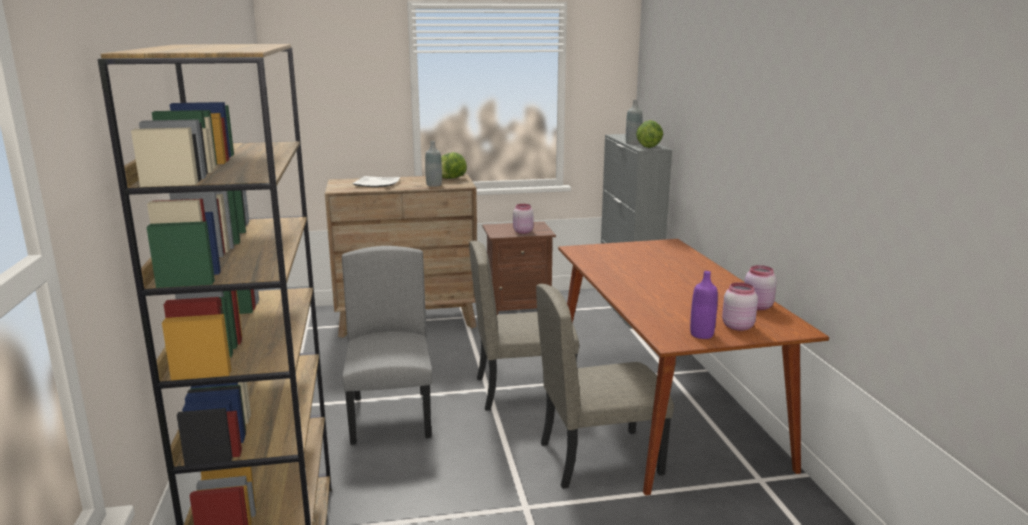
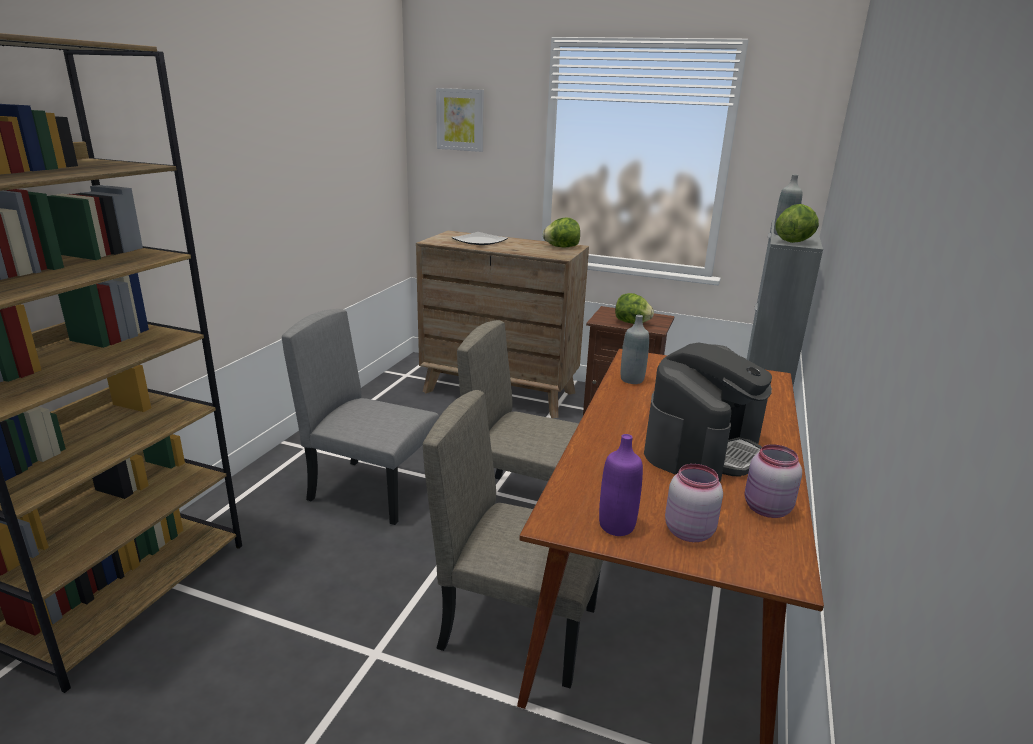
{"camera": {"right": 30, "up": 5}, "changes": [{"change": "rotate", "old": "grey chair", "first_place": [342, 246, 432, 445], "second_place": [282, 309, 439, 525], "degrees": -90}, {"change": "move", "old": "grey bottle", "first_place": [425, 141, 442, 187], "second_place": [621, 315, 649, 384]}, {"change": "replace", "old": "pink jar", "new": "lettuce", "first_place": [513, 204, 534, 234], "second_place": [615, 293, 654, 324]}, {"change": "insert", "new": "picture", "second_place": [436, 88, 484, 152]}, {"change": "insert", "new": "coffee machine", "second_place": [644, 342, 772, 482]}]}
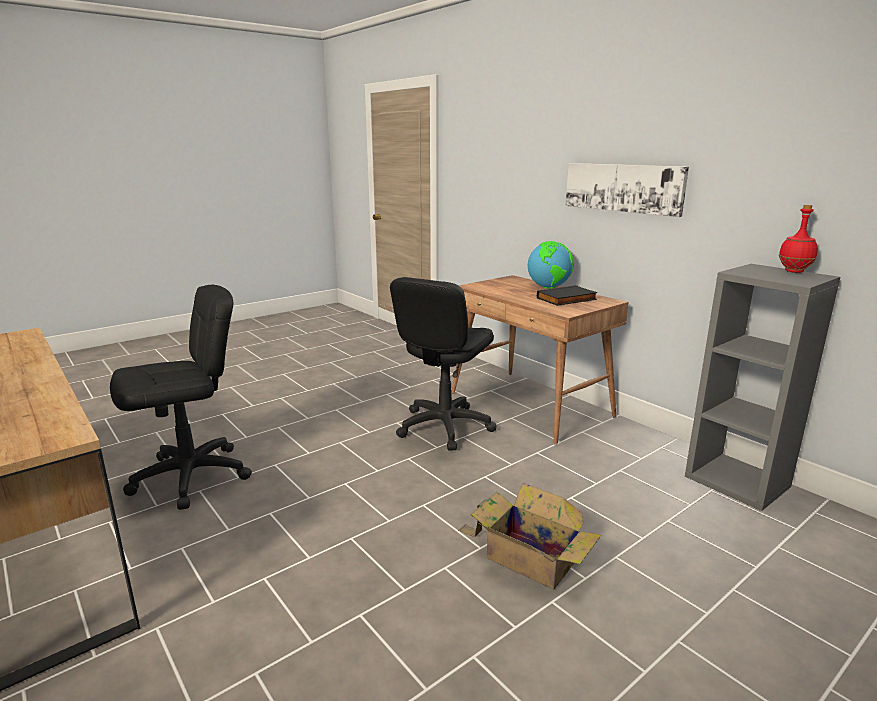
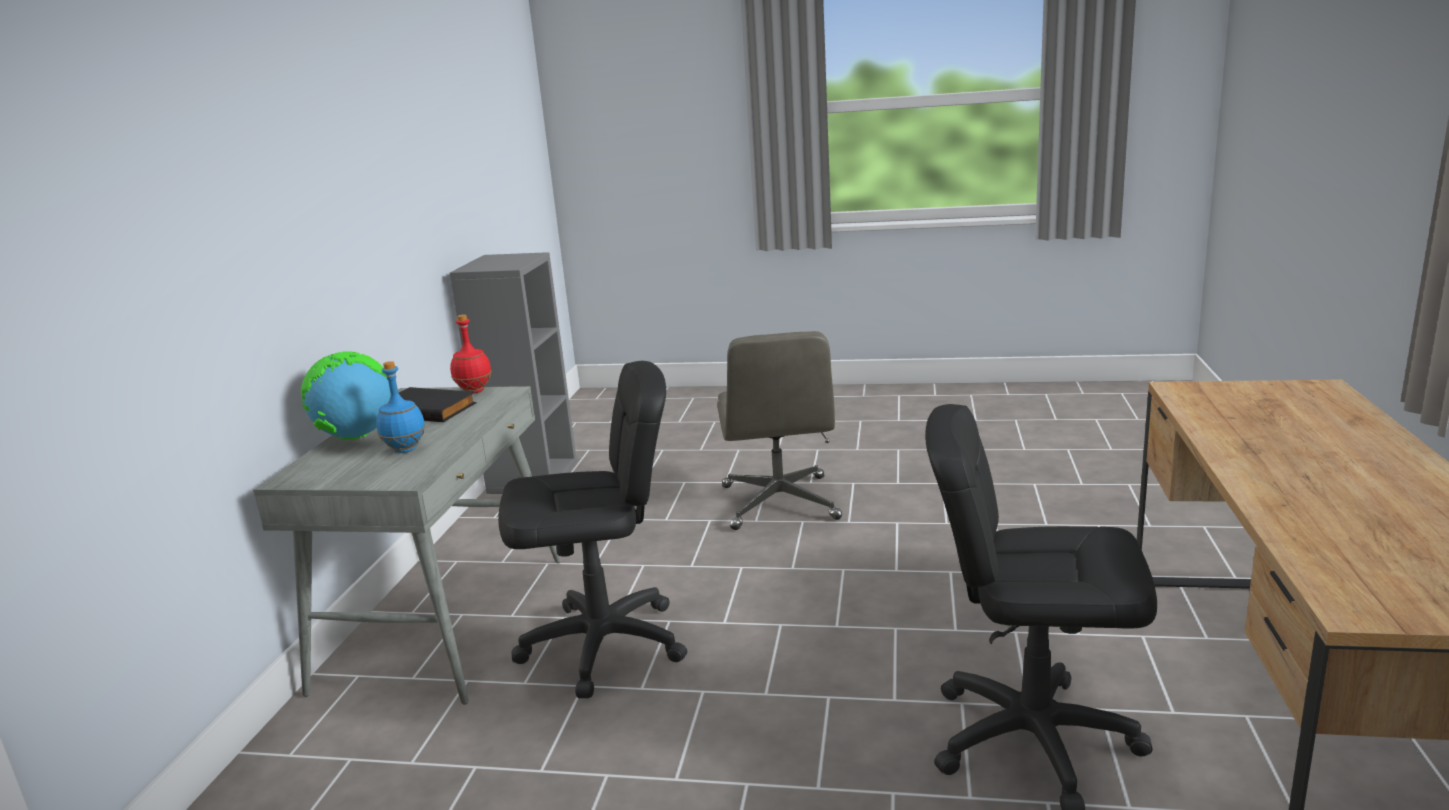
{"camera": {"right": -130, "up": 0}, "changes": [{"change": "recolor", "old": "brown desk", "new": "grey desk", "first_place": [451, 275, 629, 445], "second_place": [253, 386, 561, 705]}, {"change": "replace", "old": "cardboard box", "new": "grey office chair", "first_place": [458, 483, 601, 589], "second_place": [717, 331, 842, 530]}, {"change": "delete", "old": "picture", "first_place": [566, 163, 689, 217]}, {"change": "move", "old": "red bottle", "first_place": [779, 205, 818, 273], "second_place": [450, 314, 492, 393]}, {"change": "insert", "new": "blue bottle", "second_place": [376, 361, 426, 453]}]}
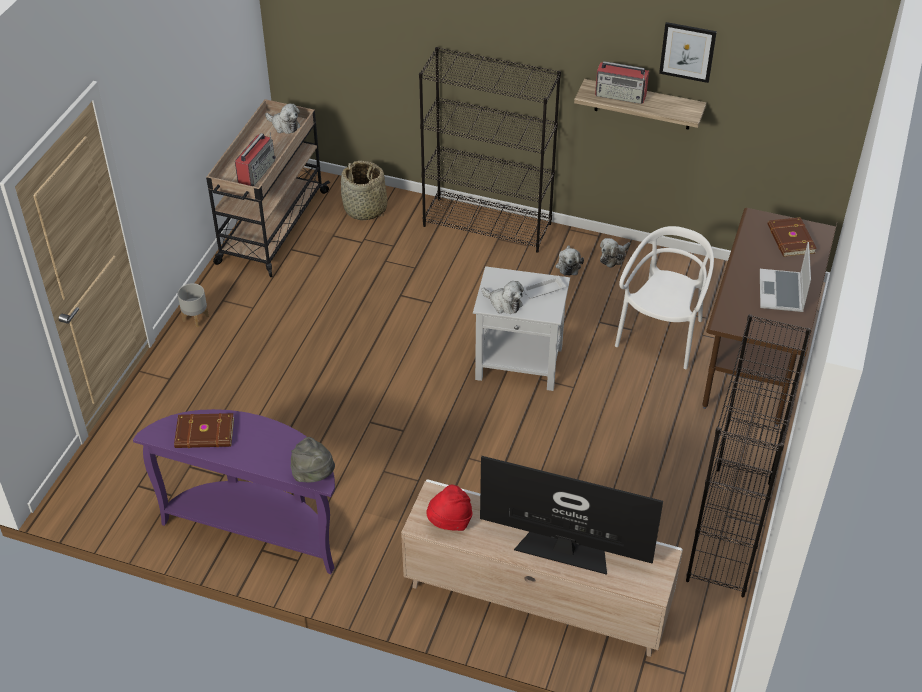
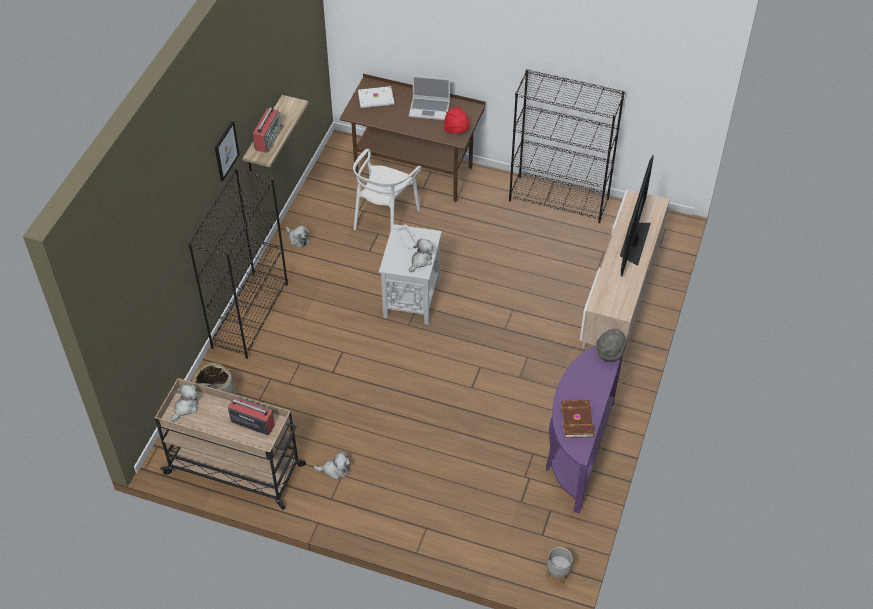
{"camera": {"right": -90, "up": 5}, "changes": [{"change": "move", "old": "grey planter", "first_place": [178, 283, 209, 327], "second_place": [546, 547, 572, 584]}, {"change": "move", "old": "red hat", "first_place": [426, 485, 473, 531], "second_place": [444, 107, 470, 133]}, {"change": "move", "old": "plush toy", "first_place": [556, 245, 584, 275], "second_place": [314, 452, 351, 480]}, {"change": "rotate", "old": "white chair", "first_place": [615, 226, 714, 369], "second_place": [353, 149, 421, 232], "degrees": -90}, {"change": "move", "old": "picture", "first_place": [659, 22, 717, 83], "second_place": [215, 121, 240, 181]}, {"change": "recolor", "old": "brown book", "new": "white book", "first_place": [768, 217, 817, 257], "second_place": [358, 86, 394, 108]}]}
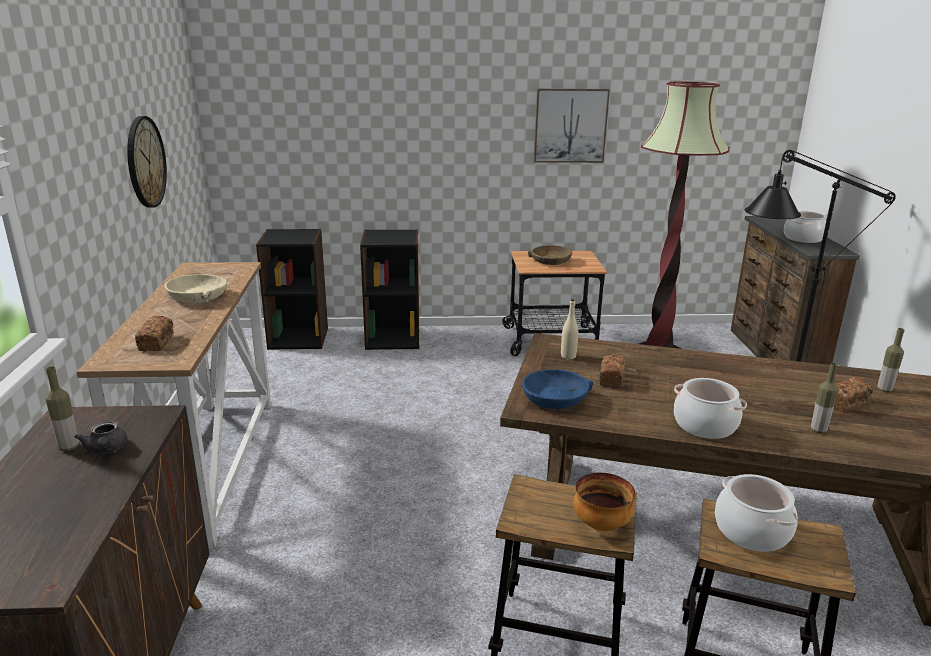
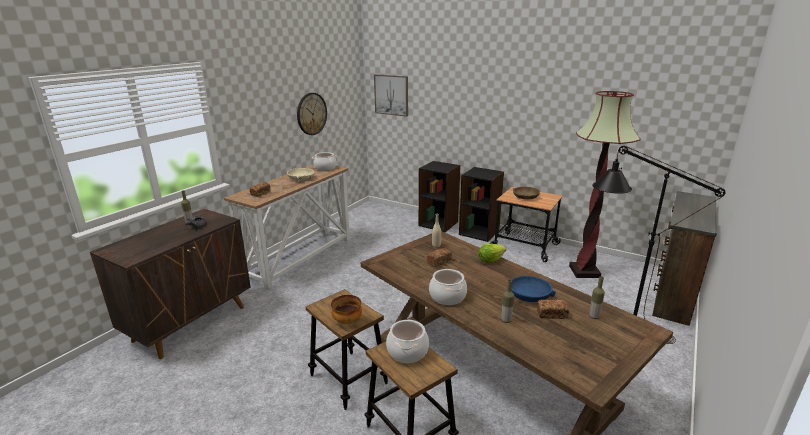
{"camera": {"right": 35, "up": 0}, "changes": [{"change": "move", "old": "black bookcase", "first_place": [256, 229, 328, 350], "second_place": [459, 167, 504, 242]}, {"change": "move", "old": "blue bowl", "first_place": [522, 369, 593, 409], "second_place": [511, 276, 556, 302]}, {"change": "move", "old": "picture", "first_place": [533, 88, 610, 163], "second_place": [374, 74, 408, 117]}, {"change": "move", "old": "cooking pot", "first_place": [784, 211, 826, 243], "second_place": [312, 152, 337, 171]}, {"change": "insert", "new": "lettuce", "second_place": [478, 244, 506, 263]}]}
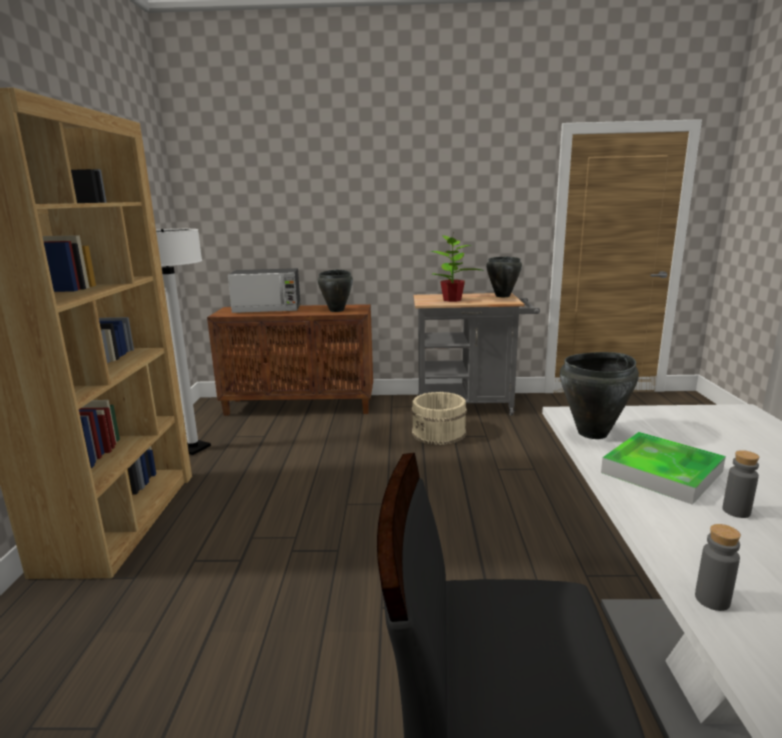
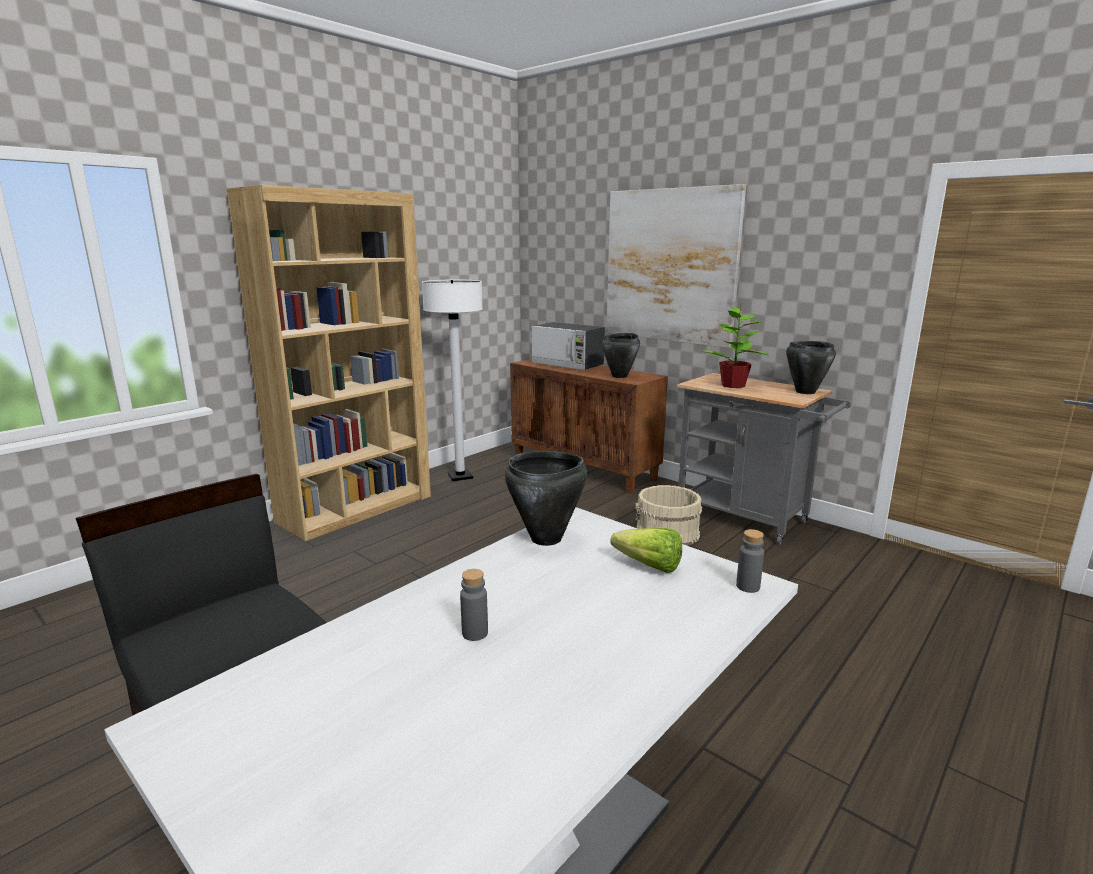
{"camera": {"right": 40, "up": 0}, "changes": [{"change": "delete", "old": "tray", "first_place": [601, 432, 726, 505]}, {"change": "move", "old": "grey bottle", "first_place": [695, 524, 741, 611], "second_place": [736, 529, 764, 593]}, {"change": "insert", "new": "picture", "second_place": [606, 184, 746, 348]}, {"change": "insert", "new": "lettuce", "second_place": [611, 527, 682, 573]}]}
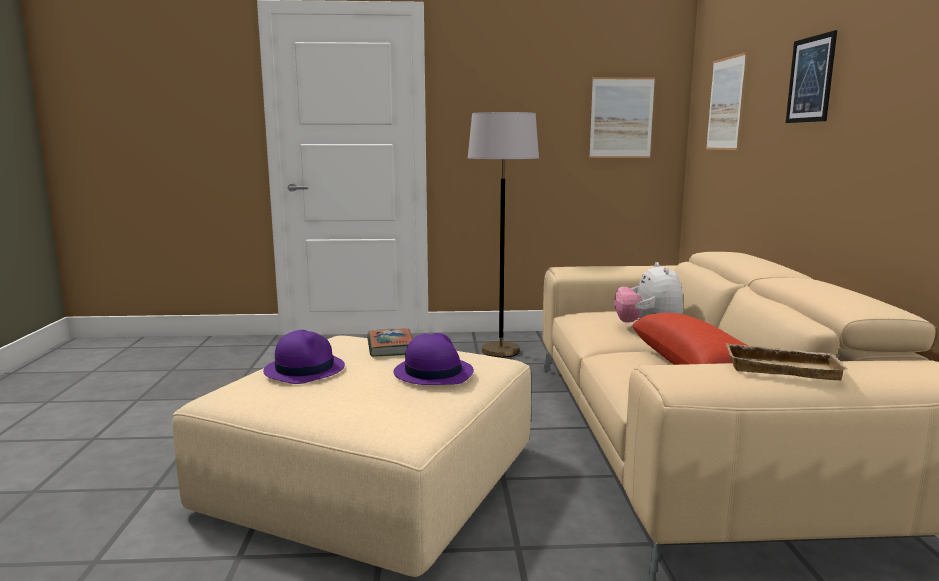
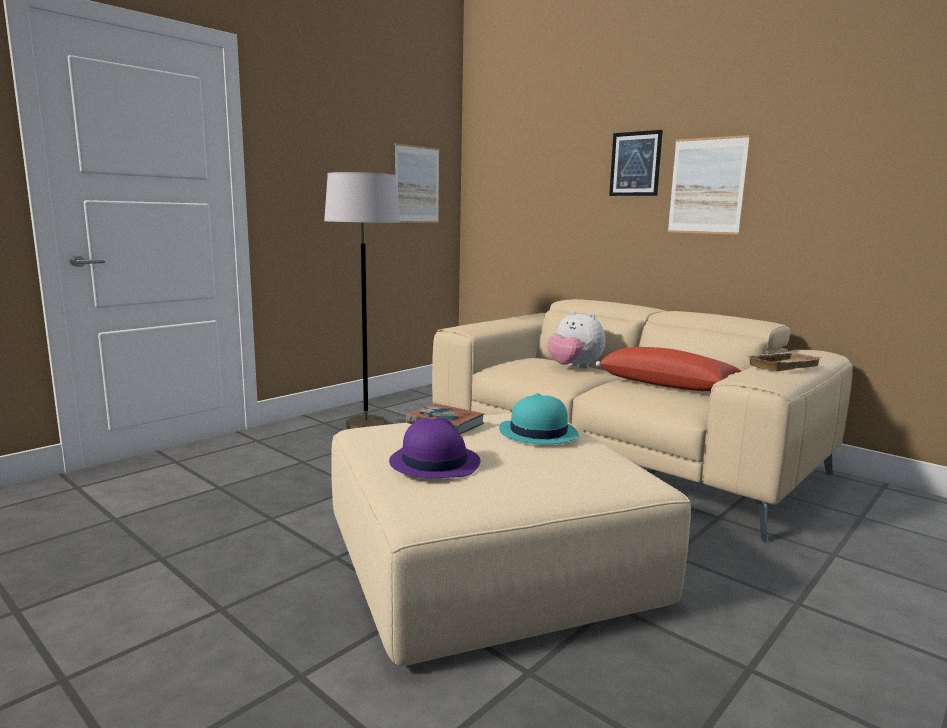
{"camera": {"right": -45, "up": 0}, "changes": [{"change": "recolor", "old": "purple hat", "new": "turquoise hat", "first_place": [393, 333, 474, 385], "second_place": [499, 393, 579, 444]}, {"change": "move", "old": "picture", "first_place": [706, 53, 746, 150], "second_place": [668, 135, 750, 235]}]}
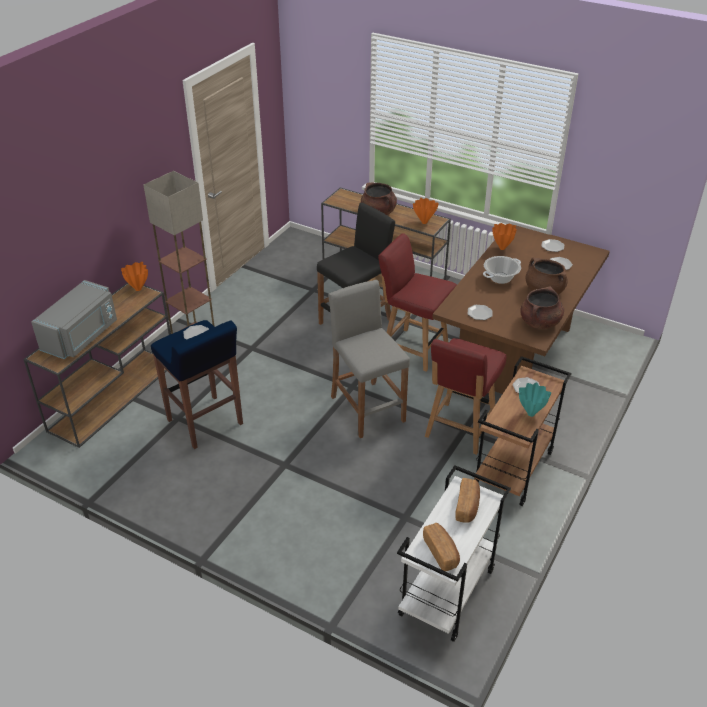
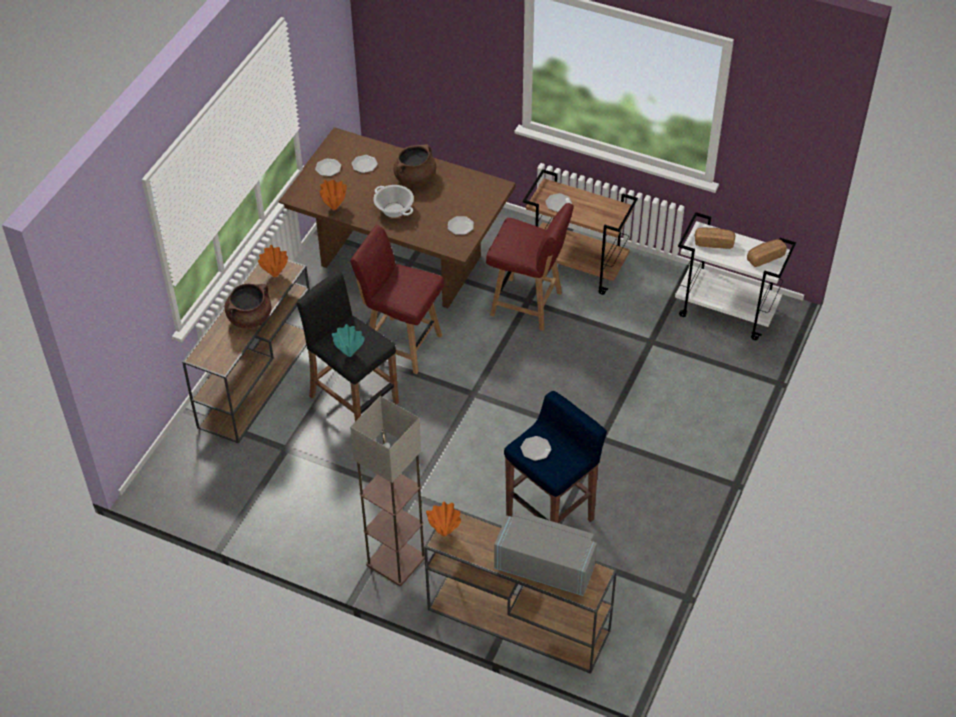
{"camera": {"right": -95, "up": 10}, "changes": [{"change": "delete", "old": "grey stool", "first_place": [328, 280, 410, 438]}, {"change": "rotate", "old": "red chair", "first_place": [378, 233, 457, 372], "second_place": [350, 225, 444, 374], "degrees": 90}, {"change": "move", "old": "turquoise vase", "first_place": [519, 382, 551, 417], "second_place": [332, 324, 365, 357]}, {"change": "delete", "old": "brown cooking pot", "first_place": [520, 287, 564, 329]}]}
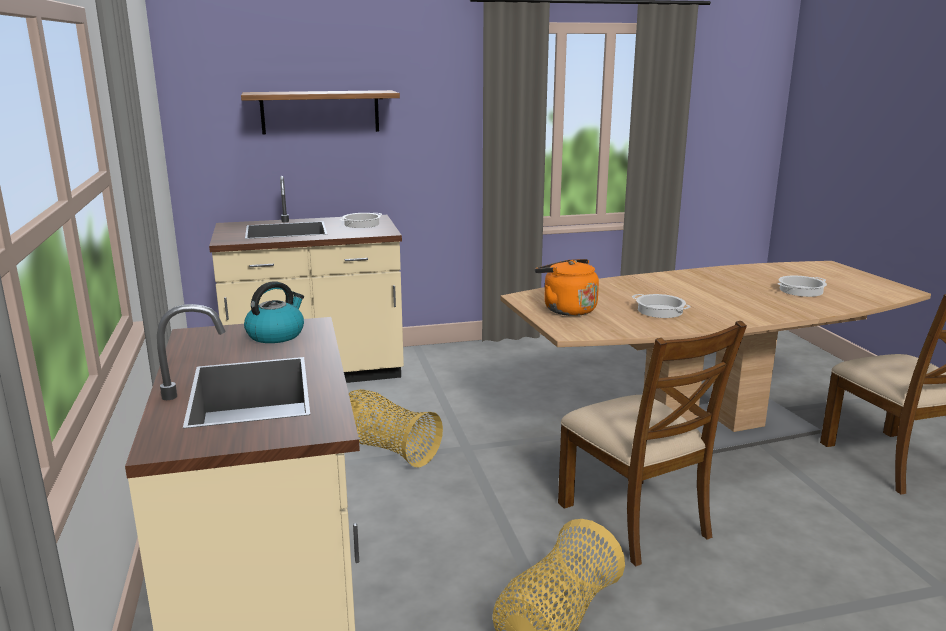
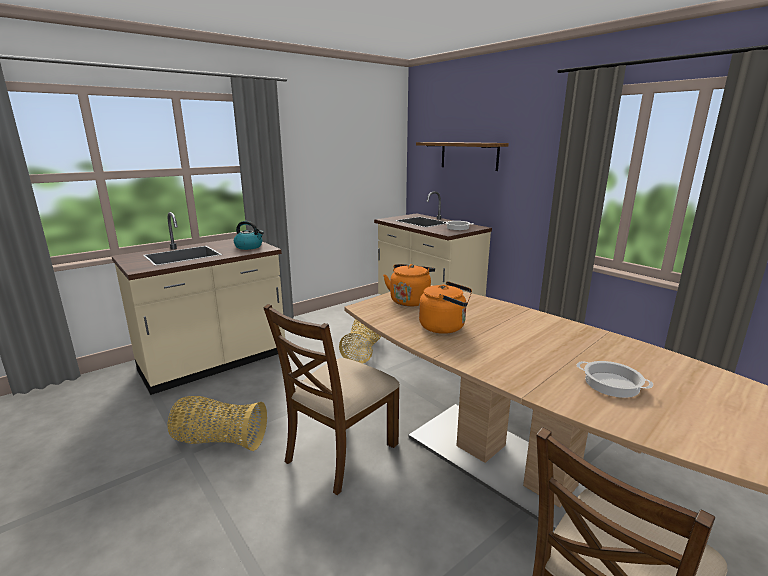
{"camera": {"right": 65, "up": 0}, "changes": [{"change": "replace", "old": "cooking pot", "new": "orange kettle", "first_place": [632, 294, 691, 318], "second_place": [419, 281, 472, 334]}]}
